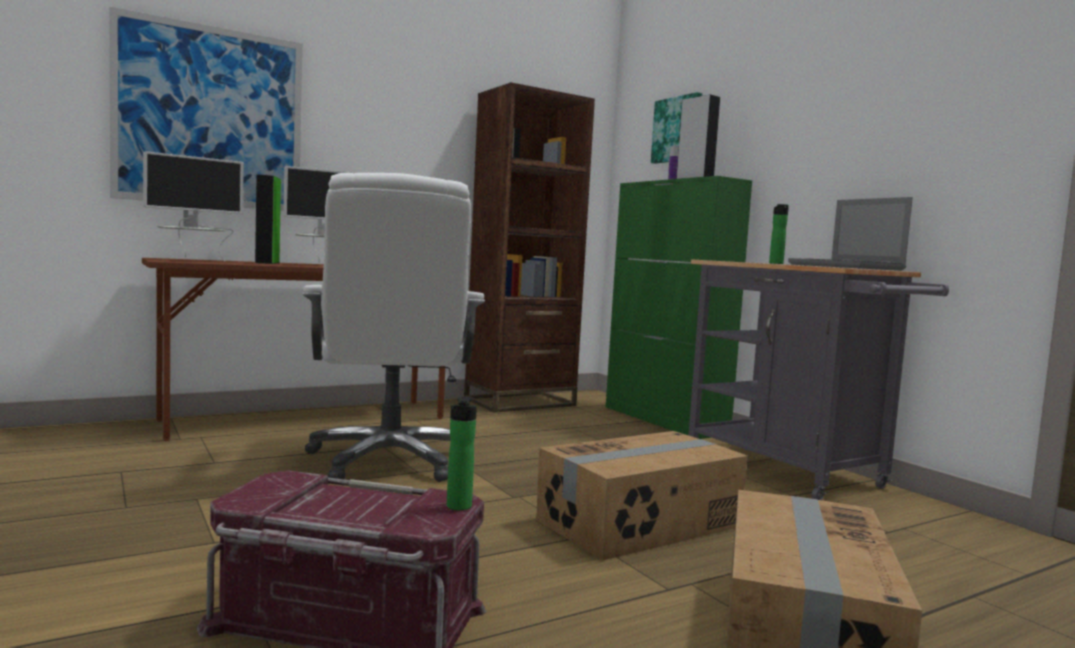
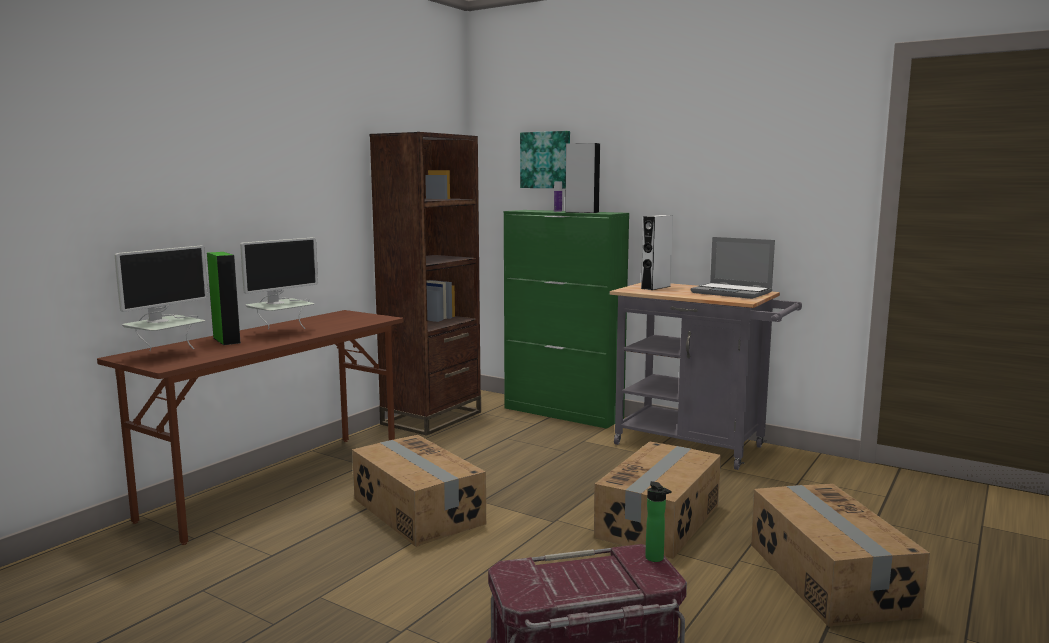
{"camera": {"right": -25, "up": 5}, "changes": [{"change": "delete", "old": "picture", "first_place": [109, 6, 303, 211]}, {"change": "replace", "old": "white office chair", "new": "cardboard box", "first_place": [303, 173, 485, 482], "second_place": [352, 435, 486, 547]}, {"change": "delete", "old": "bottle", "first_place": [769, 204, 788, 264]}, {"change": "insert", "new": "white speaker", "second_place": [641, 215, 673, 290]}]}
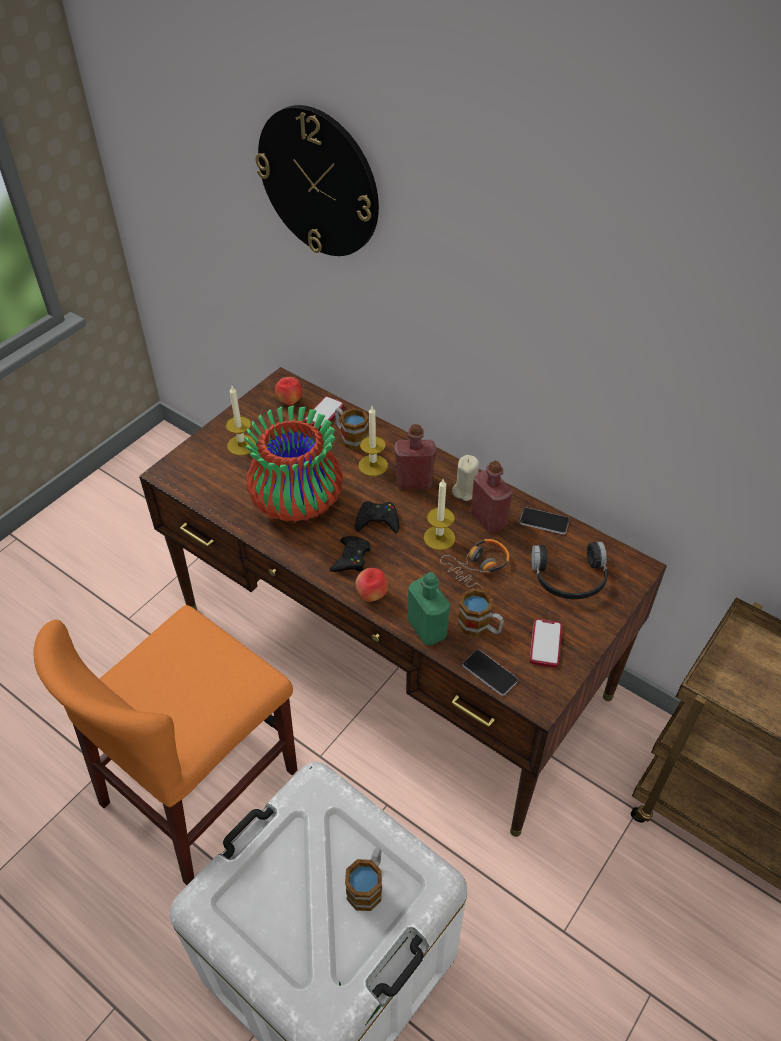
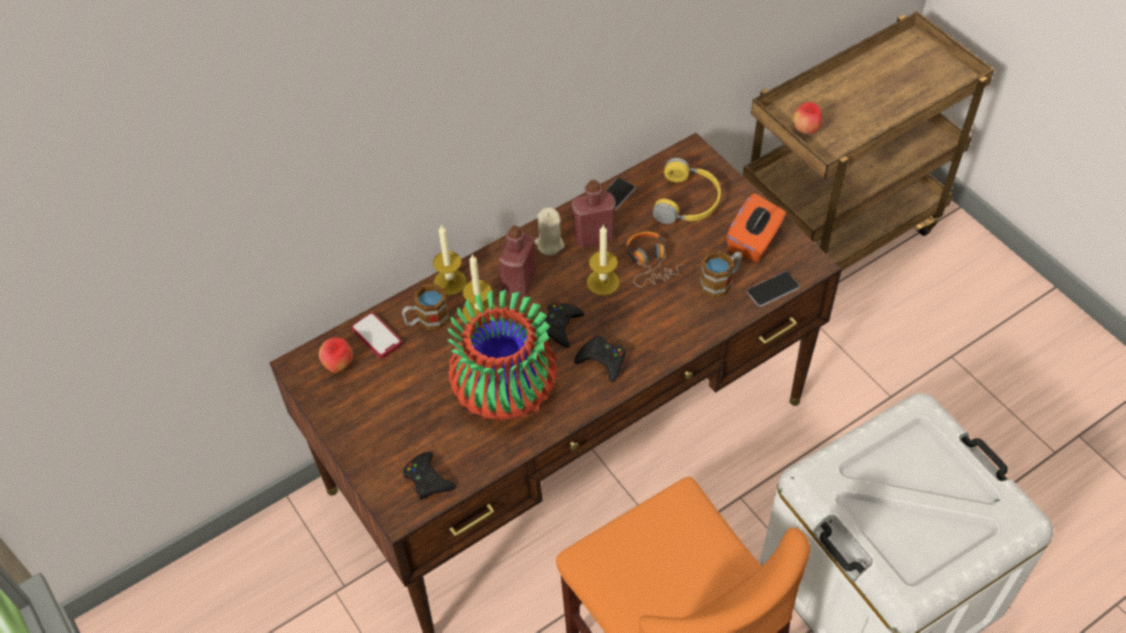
{"camera": {"right": -70, "up": 5}, "changes": [{"change": "move", "old": "candle", "first_place": [226, 386, 256, 456], "second_place": [433, 224, 467, 296]}, {"change": "delete", "old": "wall clock", "first_place": [255, 105, 379, 256]}, {"change": "delete", "old": "mug", "first_place": [345, 848, 382, 911]}, {"change": "move", "old": "apple", "first_place": [356, 568, 388, 602], "second_place": [793, 102, 822, 134]}, {"change": "delete", "old": "green bottle", "first_place": [408, 572, 450, 645]}, {"change": "replace", "old": "phone", "new": "orange tissue box", "first_place": [529, 619, 562, 668], "second_place": [726, 193, 786, 262]}, {"change": "recolor", "old": "black headphones", "new": "yellow headphones", "first_place": [531, 542, 608, 599], "second_place": [652, 158, 721, 224]}, {"change": "insert", "new": "black game controller", "second_place": [403, 452, 456, 500]}]}
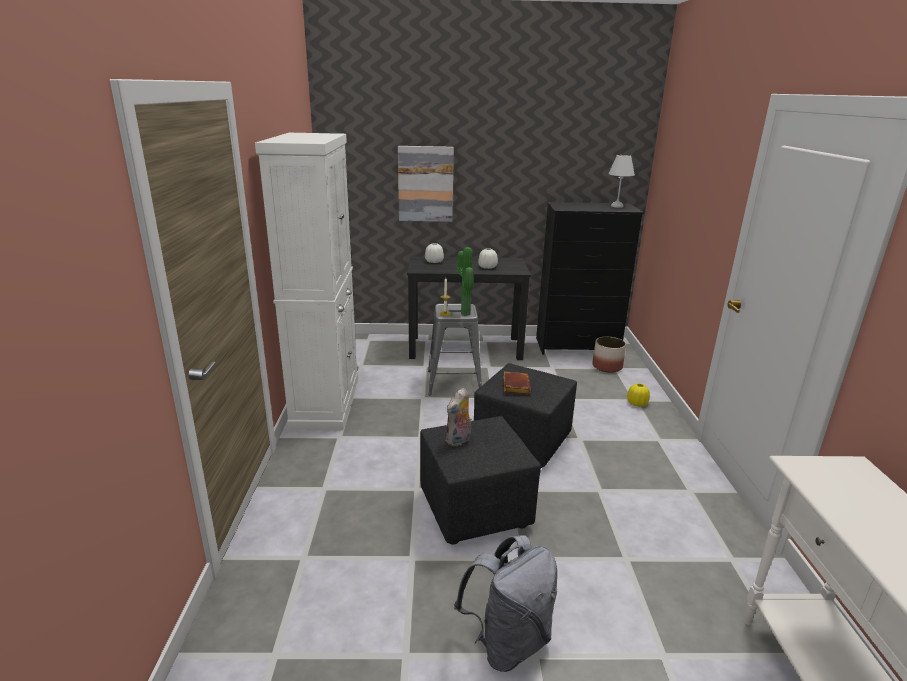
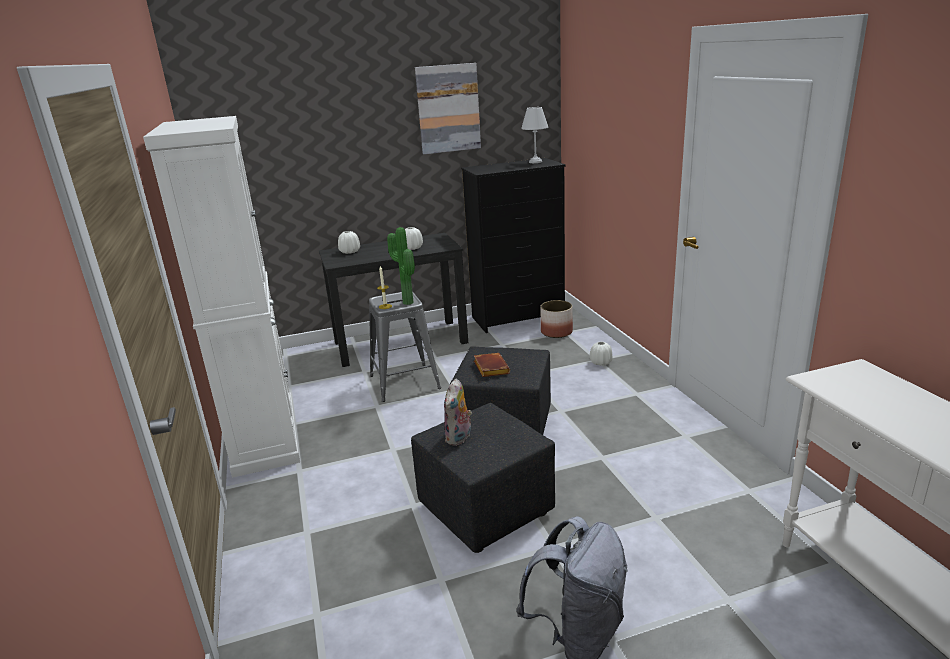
{"camera": {"right": -15, "up": 0}, "changes": [{"change": "move", "old": "picture", "first_place": [398, 146, 454, 222], "second_place": [415, 63, 481, 154]}, {"change": "recolor", "old": "yellow vase", "new": "white vase", "first_place": [627, 383, 650, 407], "second_place": [590, 342, 612, 366]}]}
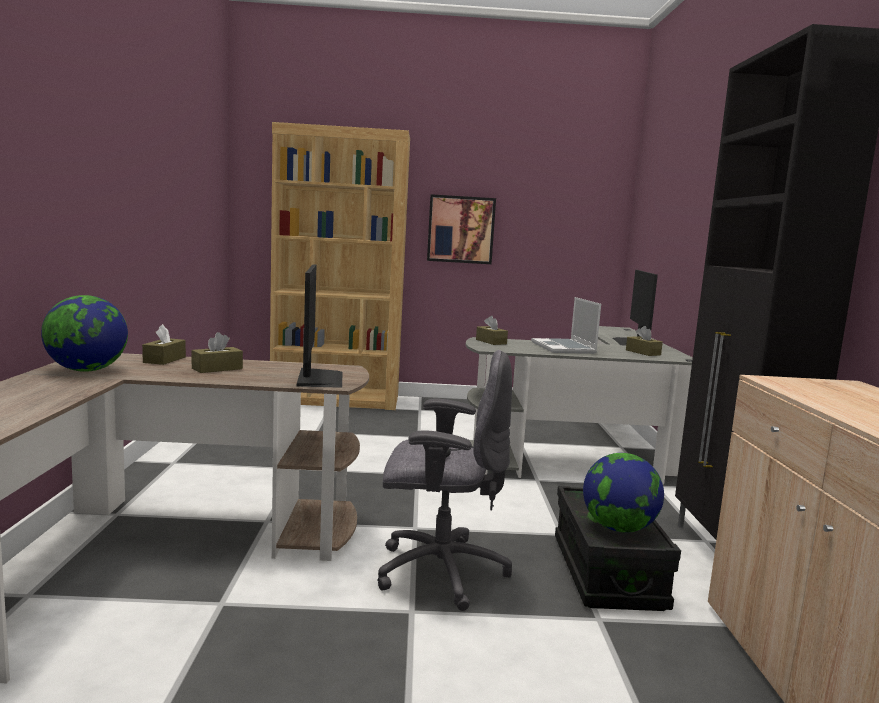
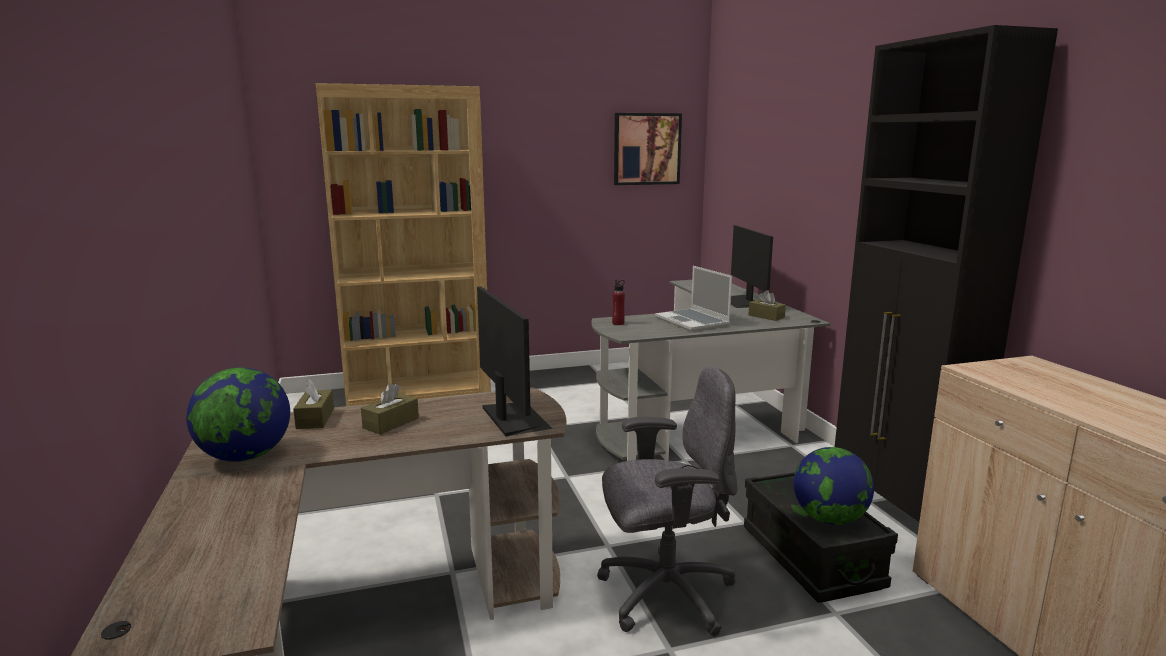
{"camera": {"right": -15, "up": 5}, "changes": [{"change": "move", "old": "picture", "first_place": [427, 194, 496, 264], "second_place": [614, 113, 682, 185]}, {"change": "replace", "old": "brown tissue box", "new": "red bottle", "first_place": [476, 316, 508, 345], "second_place": [612, 280, 625, 325]}]}
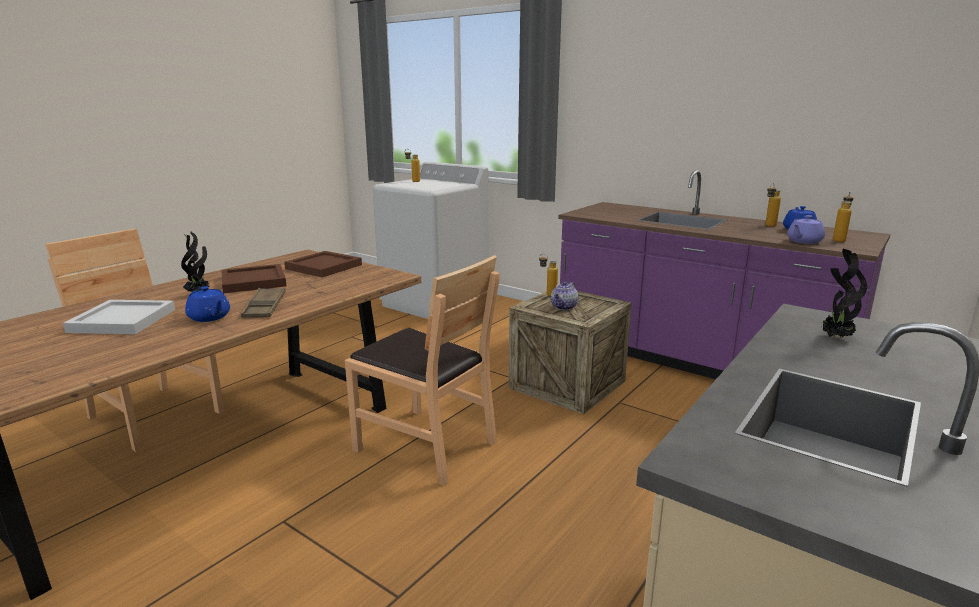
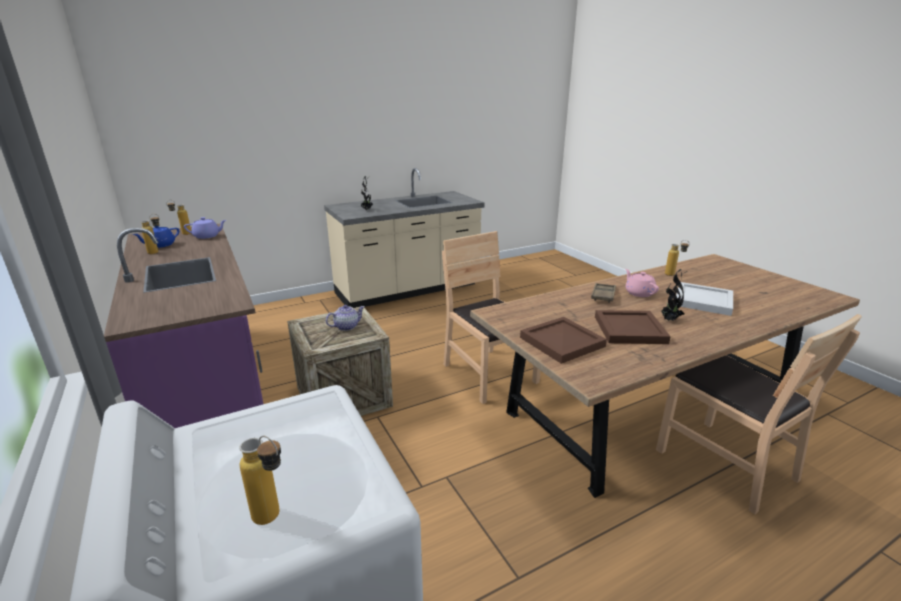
{"camera": {"right": -155, "up": 5}, "changes": [{"change": "recolor", "old": "blue teapot", "new": "pink teapot", "first_place": [185, 286, 230, 322], "second_place": [625, 269, 659, 297]}, {"change": "move", "old": "bottle", "first_place": [539, 254, 558, 297], "second_place": [665, 240, 689, 276]}]}
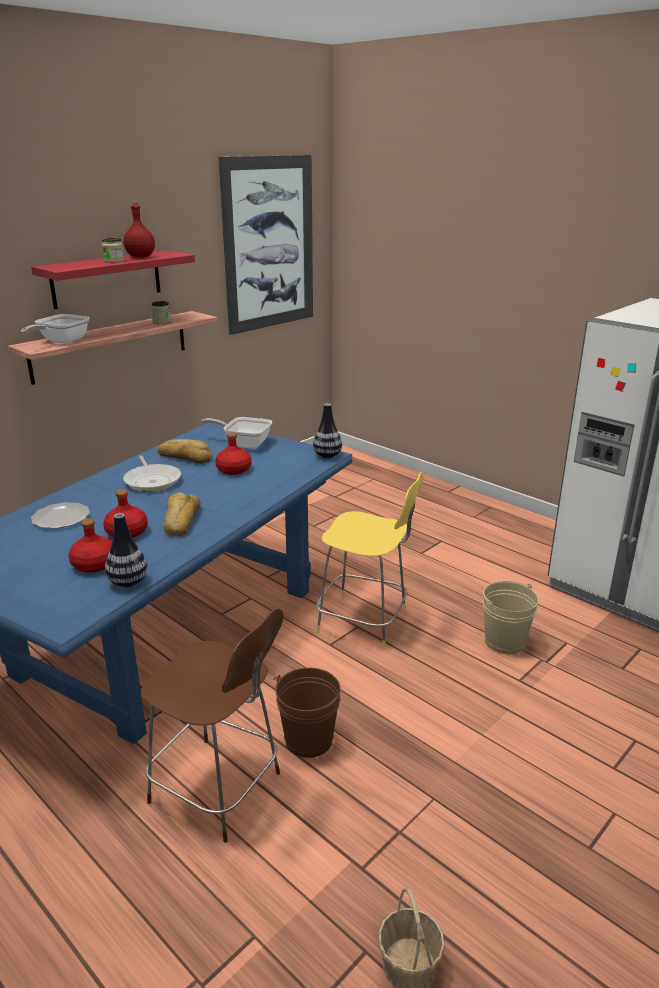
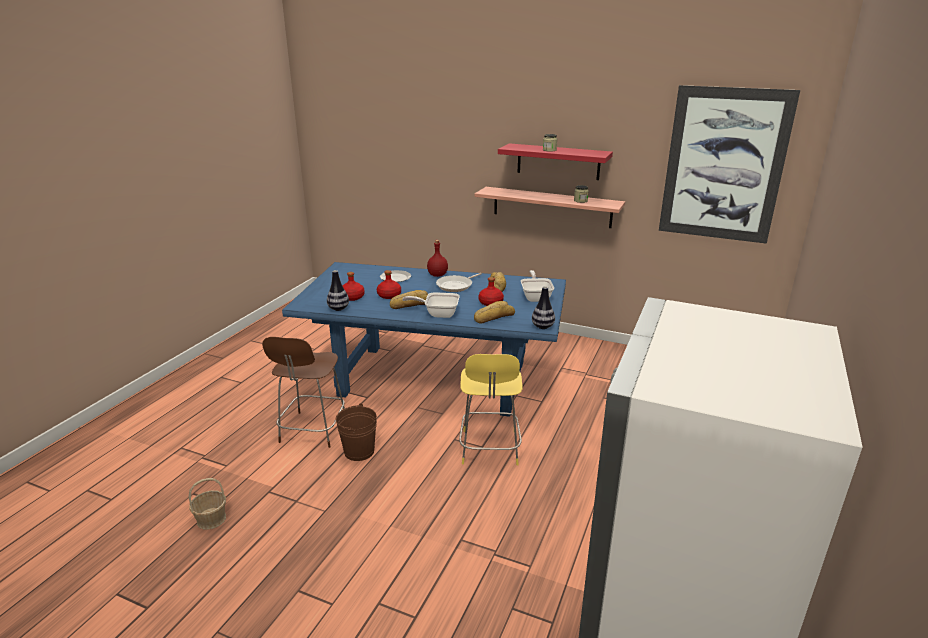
{"camera": {"right": 70, "up": 0}, "changes": [{"change": "move", "old": "frying pan", "first_place": [21, 314, 90, 343], "second_place": [402, 292, 460, 318]}, {"change": "move", "old": "red bottle", "first_place": [124, 202, 155, 258], "second_place": [427, 240, 448, 277]}, {"change": "delete", "old": "beige bucket", "first_place": [483, 580, 539, 654]}, {"change": "insert", "new": "bread", "second_place": [474, 301, 515, 323]}]}
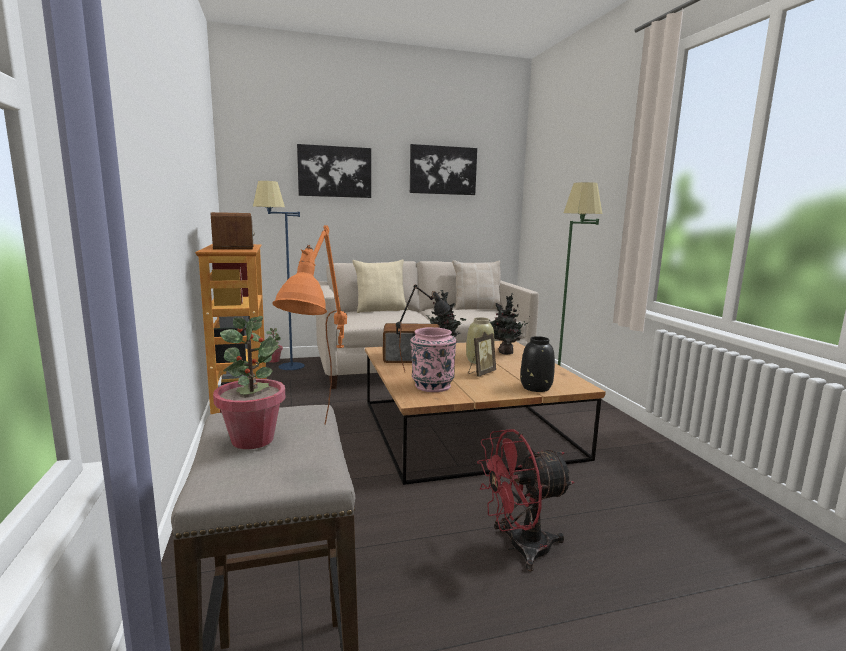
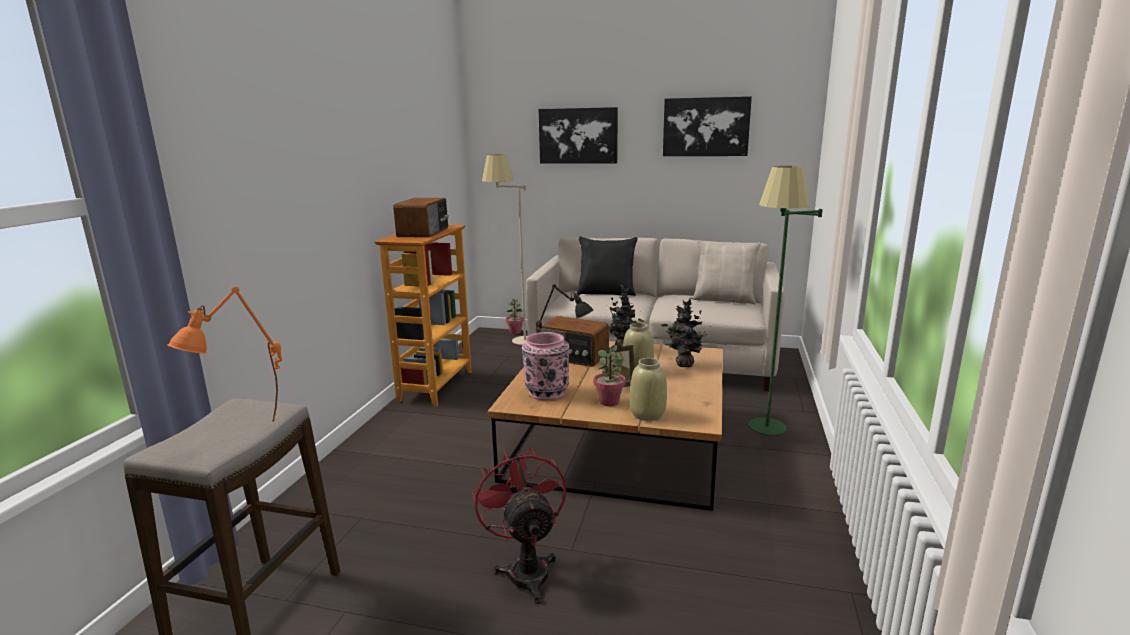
{"camera": {"right": 30, "up": 5}, "changes": [{"change": "move", "old": "potted plant", "first_place": [213, 316, 285, 449], "second_place": [593, 345, 626, 406]}, {"change": "recolor", "old": "blue floor lamp", "new": "beige floor lamp", "first_place": [253, 181, 305, 370], "second_place": [482, 154, 527, 345]}, {"change": "recolor", "old": "beige pillow", "new": "black pillow", "first_place": [352, 259, 409, 313], "second_place": [577, 236, 638, 296]}, {"change": "rotate", "old": "red fan", "first_place": [477, 429, 574, 572], "second_place": [472, 447, 566, 604], "degrees": 60}, {"change": "recolor", "old": "black vase", "new": "beige vase", "first_place": [521, 336, 555, 392], "second_place": [630, 358, 667, 421]}]}
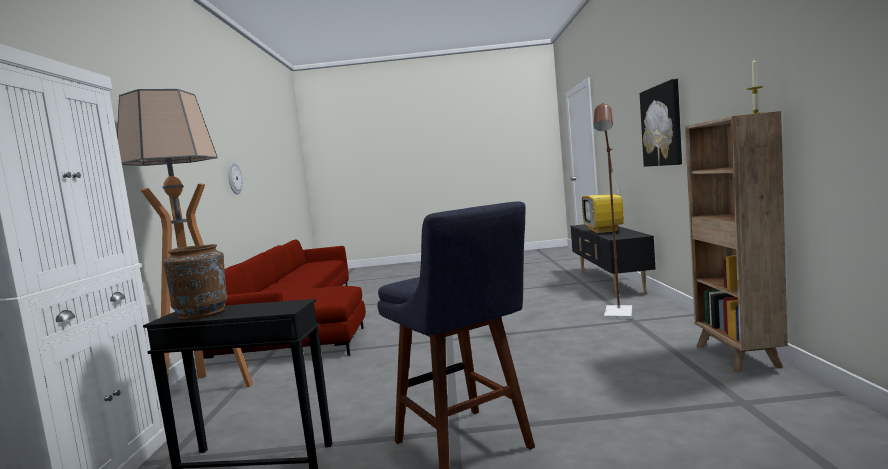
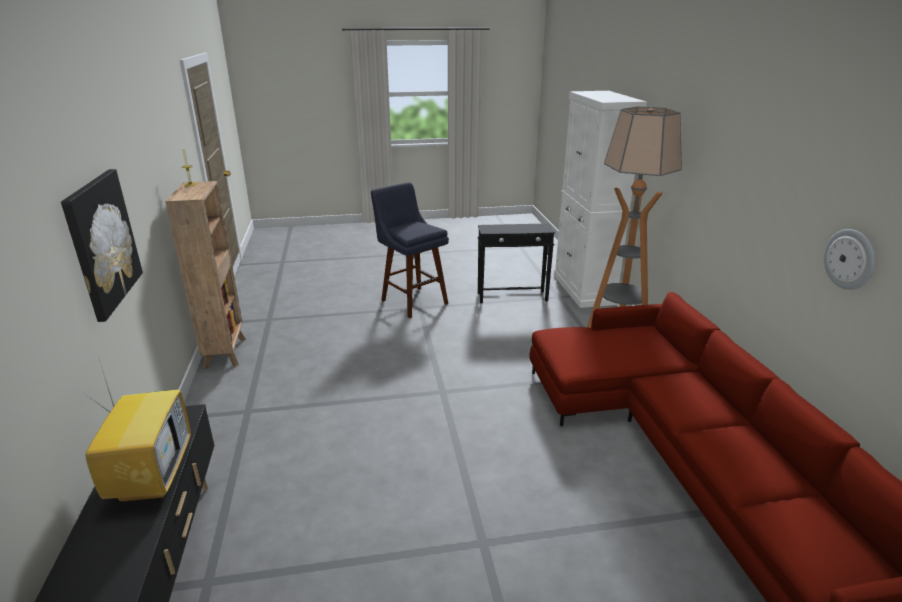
{"camera": {"right": 170, "up": 20}, "changes": [{"change": "delete", "old": "brown vase", "first_place": [163, 244, 228, 320]}, {"change": "delete", "old": "brown floor lamp", "first_place": [594, 103, 632, 319]}]}
